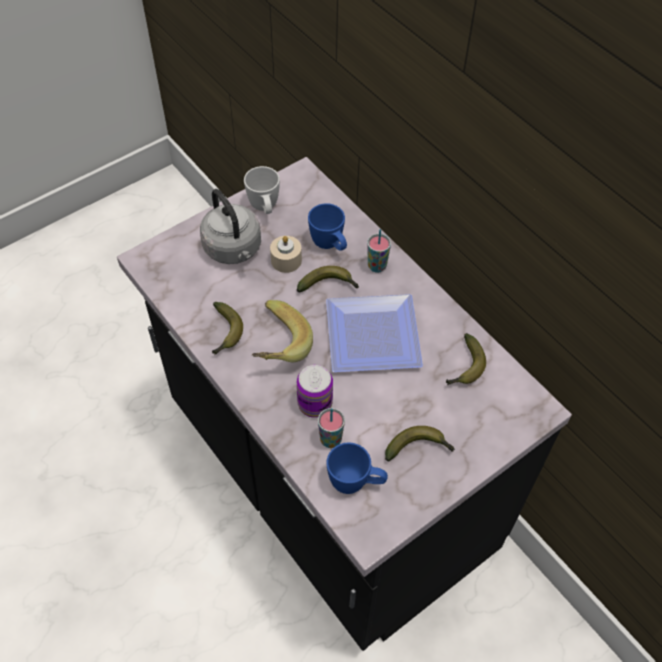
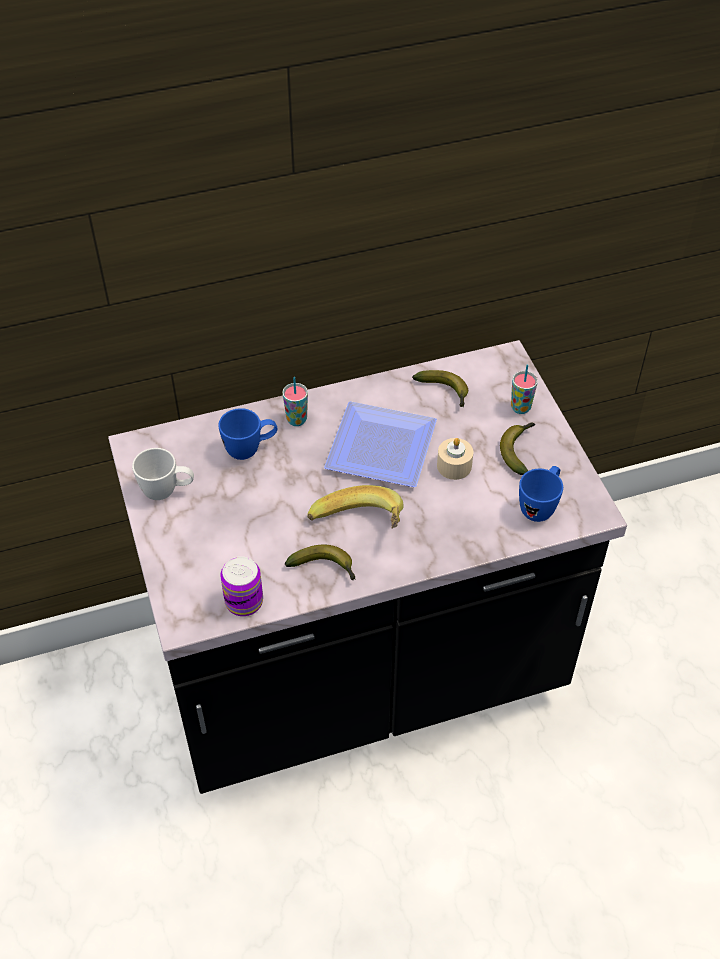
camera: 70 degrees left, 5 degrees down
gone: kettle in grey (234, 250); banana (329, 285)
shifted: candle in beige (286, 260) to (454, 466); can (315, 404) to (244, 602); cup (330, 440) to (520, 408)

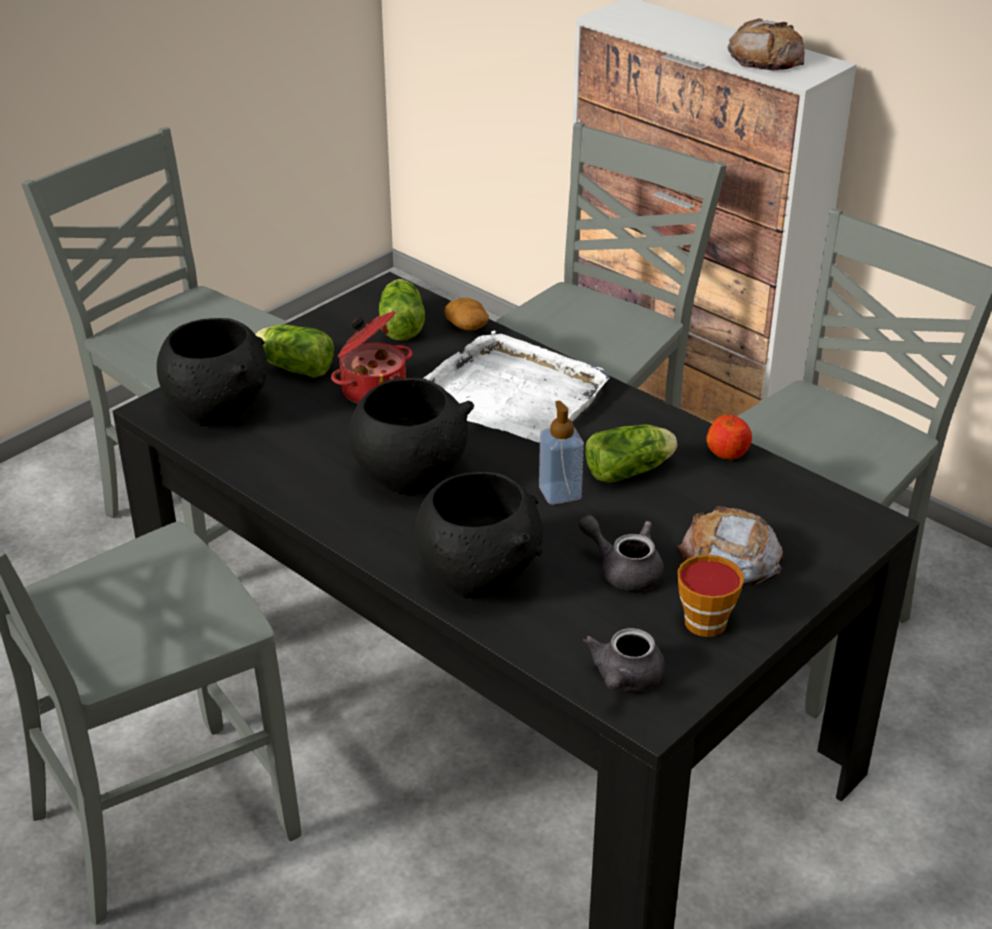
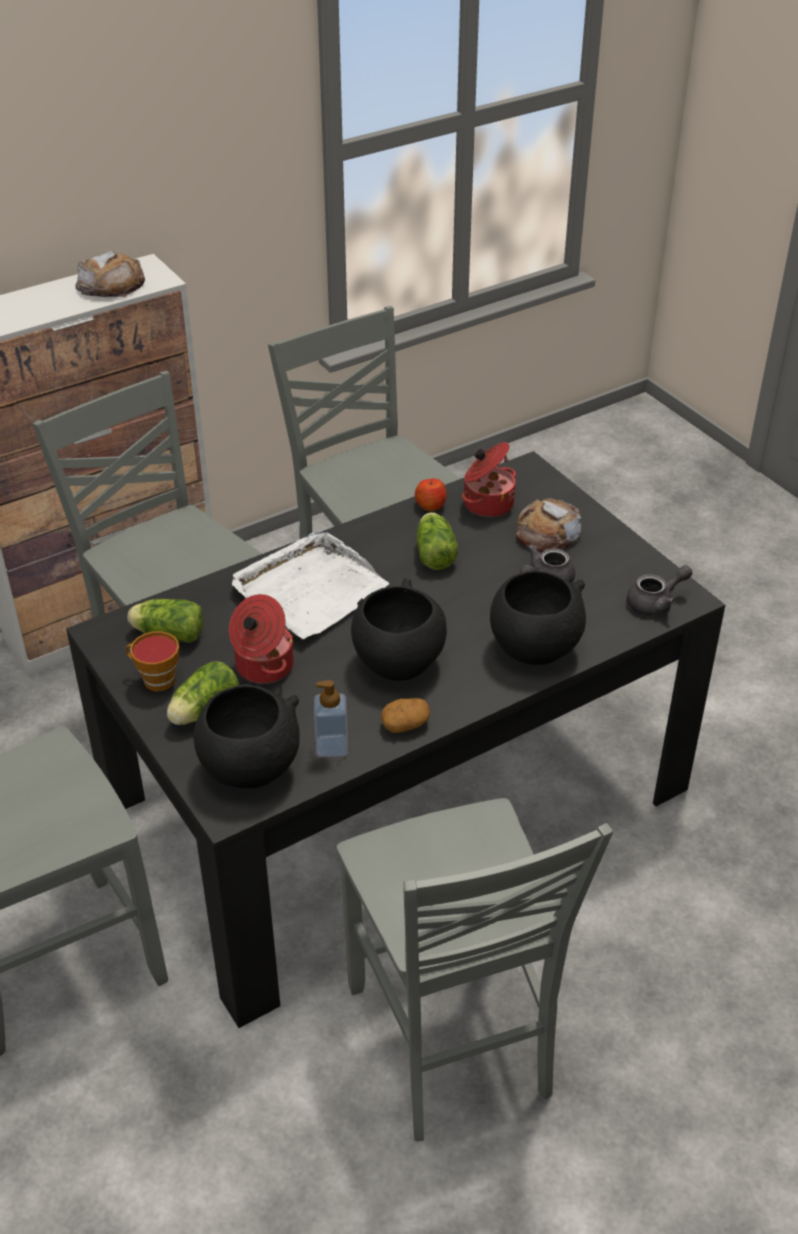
camera: 75 degrees left, 5 degrees up
new: cooking pot (487, 503)
shifted: potato (467, 326) to (405, 724); soap dispenser (560, 493) to (332, 746); cup (704, 618) to (155, 680)
rotated: teapot in grey (625, 679) = (656, 603) 60 degrees counterclockwise

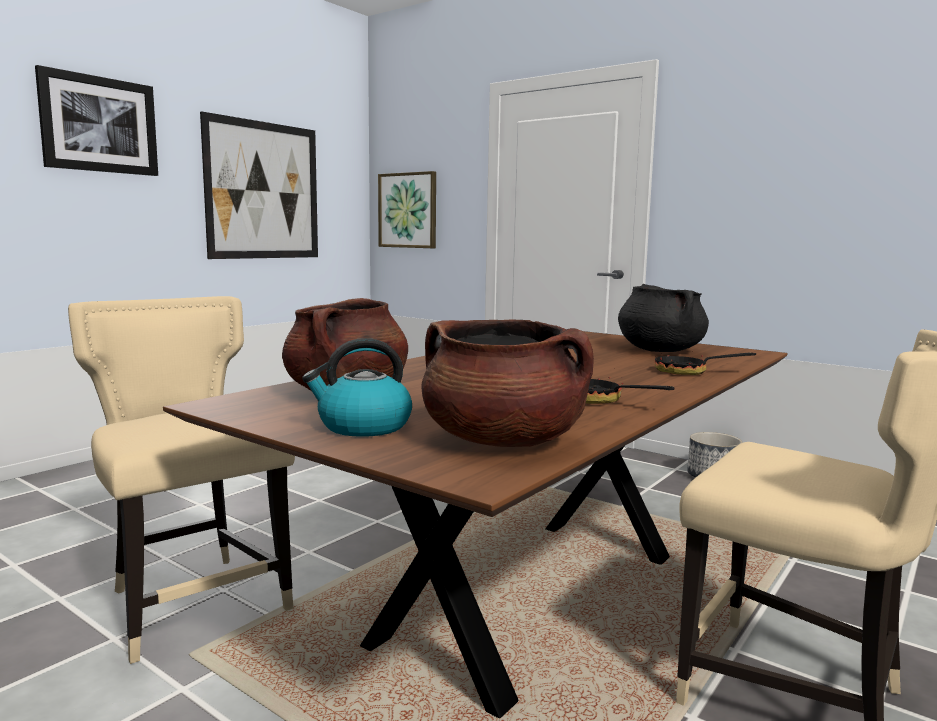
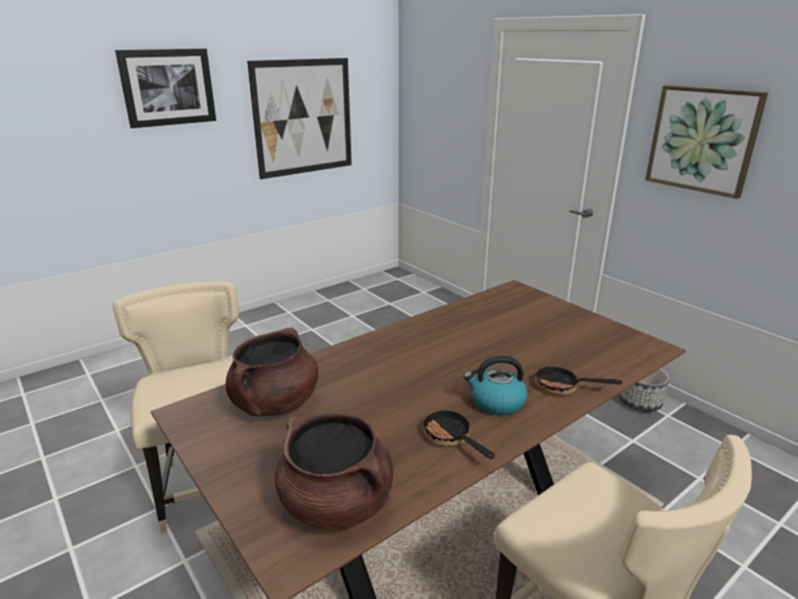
camera: 15 degrees right, 15 degrees up
gone: cooking pot in black (659, 351)
shifted: kettle (363, 426) to (496, 402); picture (408, 210) to (702, 140)

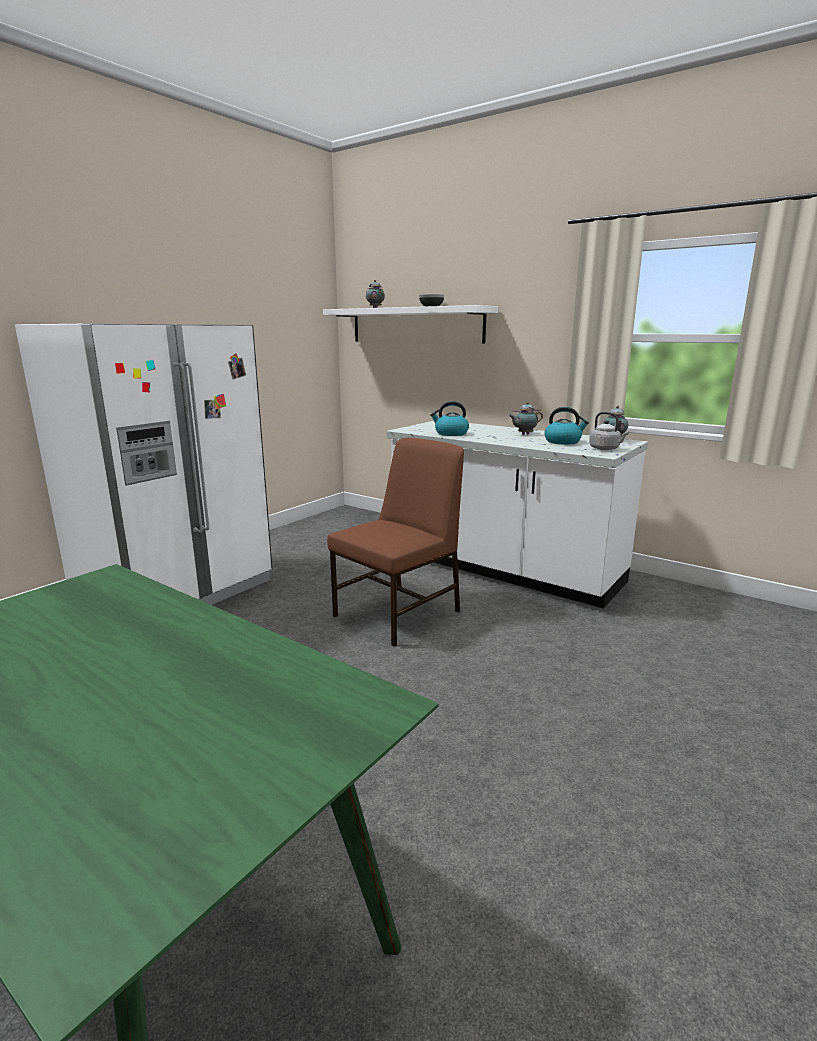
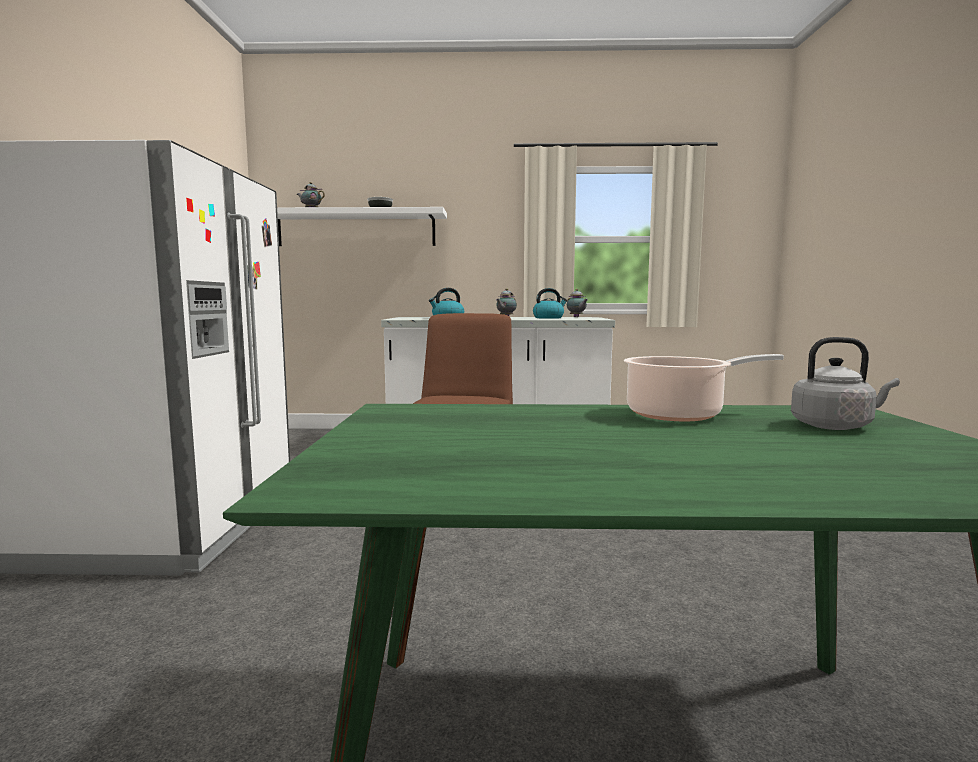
camera: 35 degrees left, 10 degrees down
new: cooking pot (680, 414)
shifted: kettle in grey (605, 449) to (835, 426)

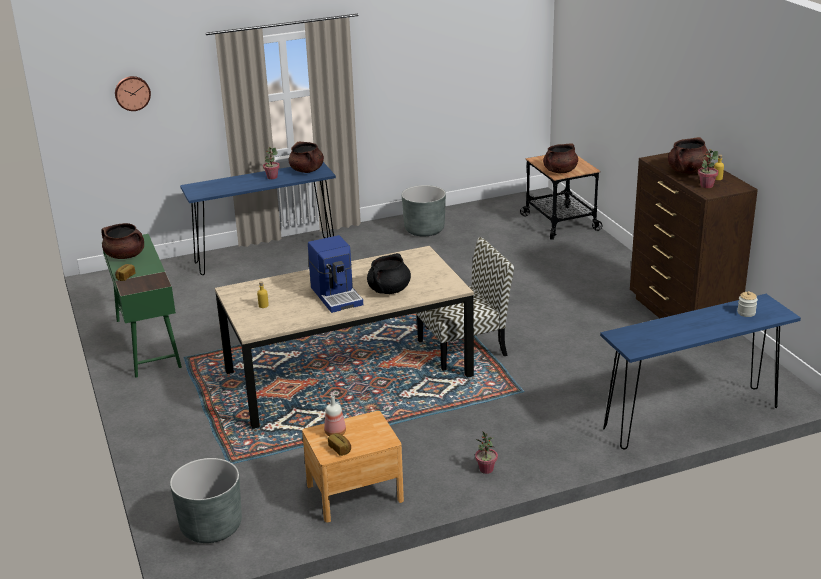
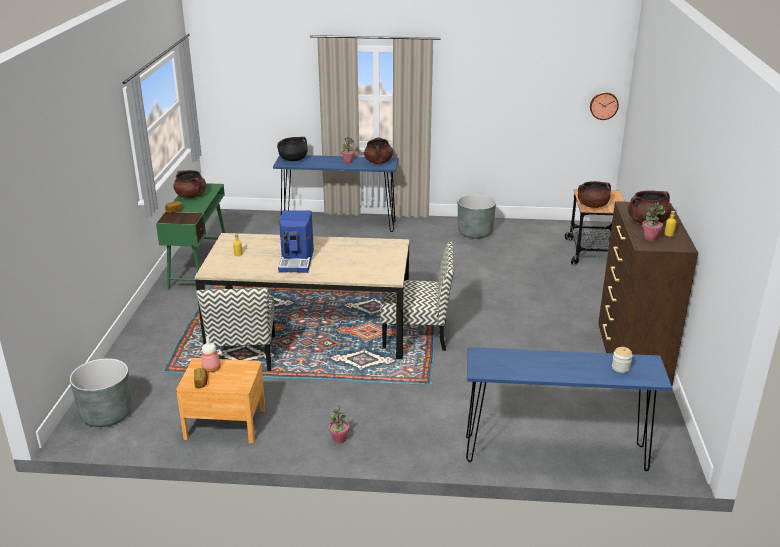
camera: 25 degrees right, 0 degrees up
new: chair (244, 355)
shifted: wall clock (132, 93) to (603, 105); cooking pot in black (389, 290) to (293, 159)

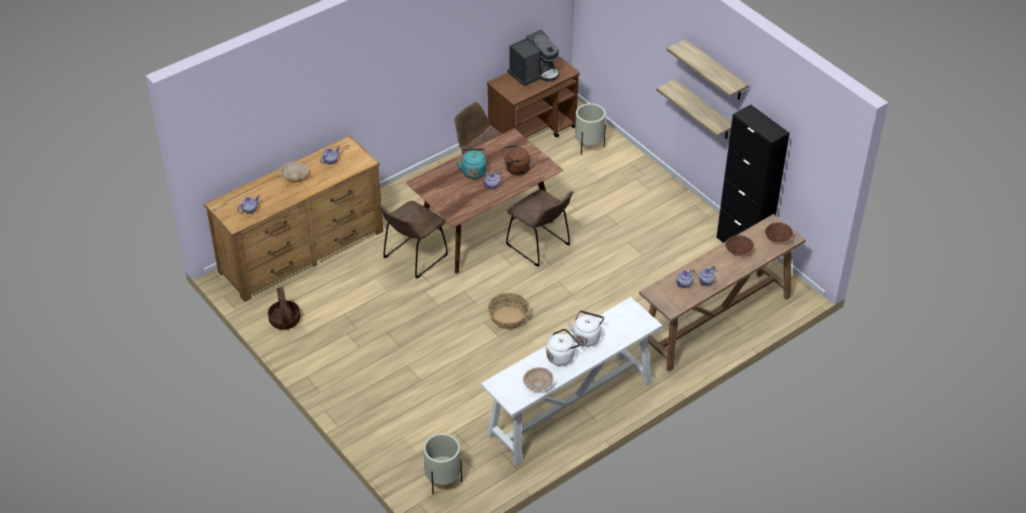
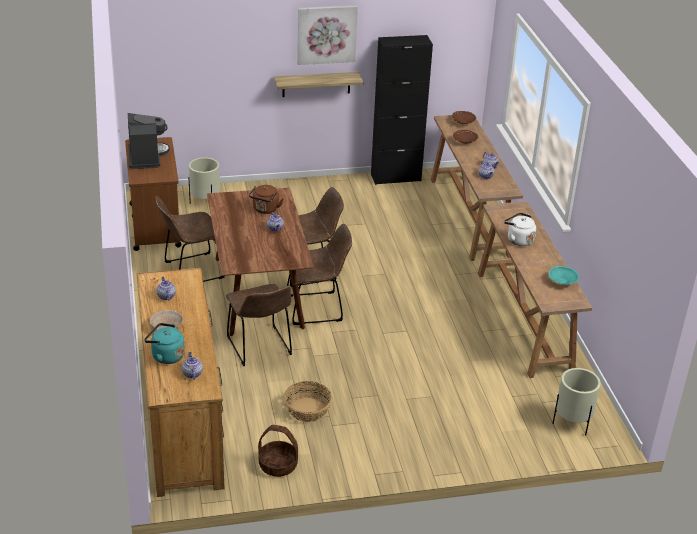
camera: 65 degrees left, 10 degrees down
gone: kettle in white (561, 356)
new: chair in brown (317, 308)
shifted: kettle in turquoise (473, 171) to (166, 356); basket (508, 318) to (307, 410)
swapped: shelf (715, 71) to picture (326, 34)
repainted: console table in white (569, 409) to console table in brown (524, 321); bowl in beige (537, 384) to bowl in turquoise (562, 282)

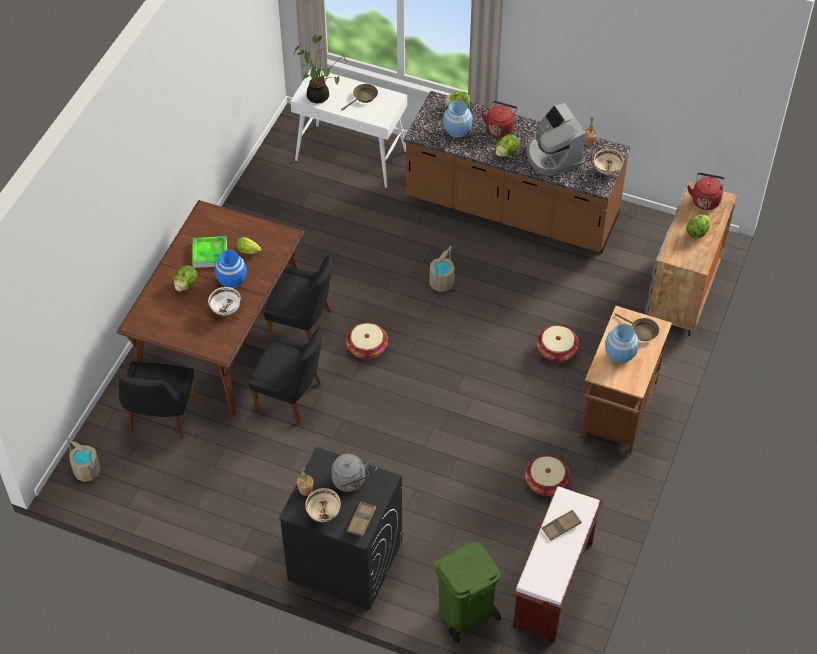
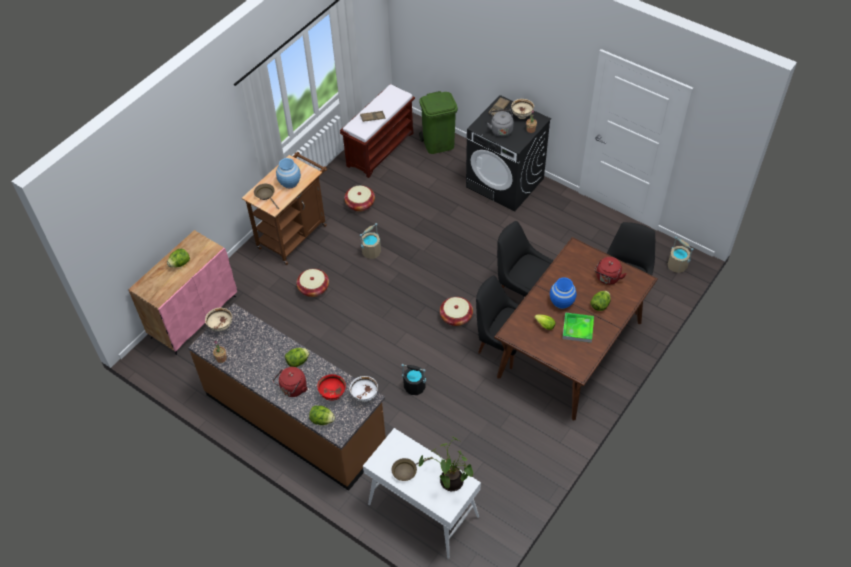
camera: 165 degrees left, 0 degrees up
gone: coffee machine (552, 156)
new: bucket in black (414, 386)
shifted: bowl in white (226, 310) to (364, 395); bucket in beige (441, 283) to (371, 251); kettle in red (705, 200) to (607, 278)
swapped: vase in blue (457, 131) to bowl in red (333, 394)
repainted: cabinet in grey (683, 291) to cabinet in pink (194, 316)

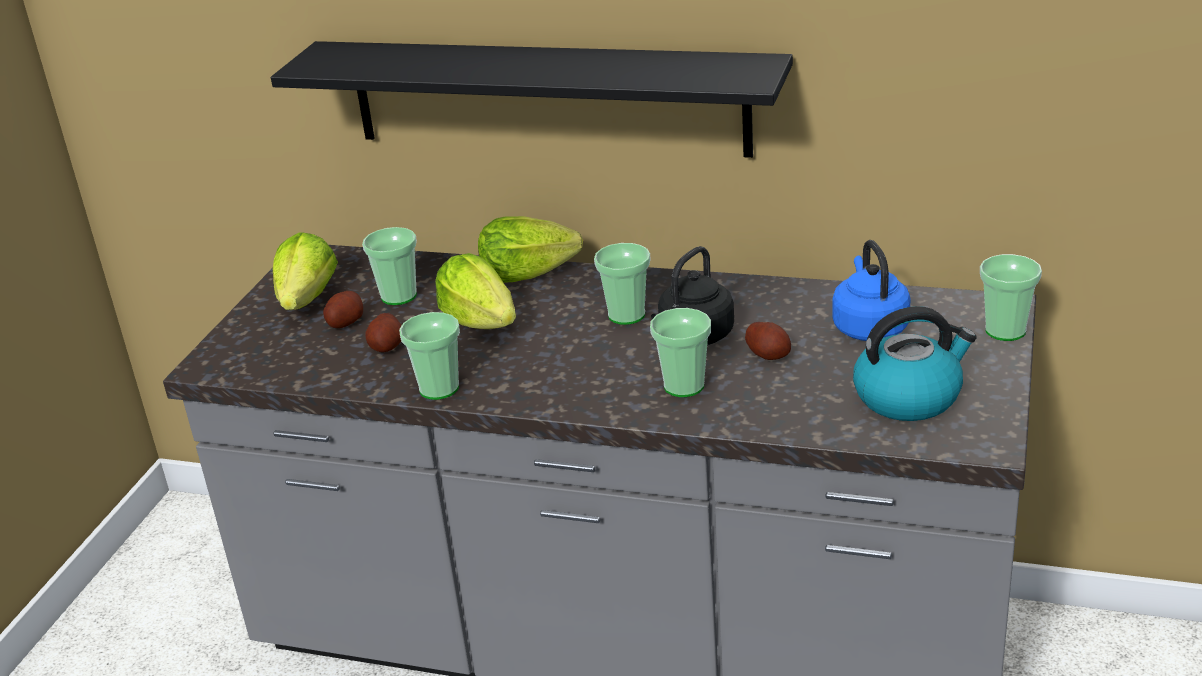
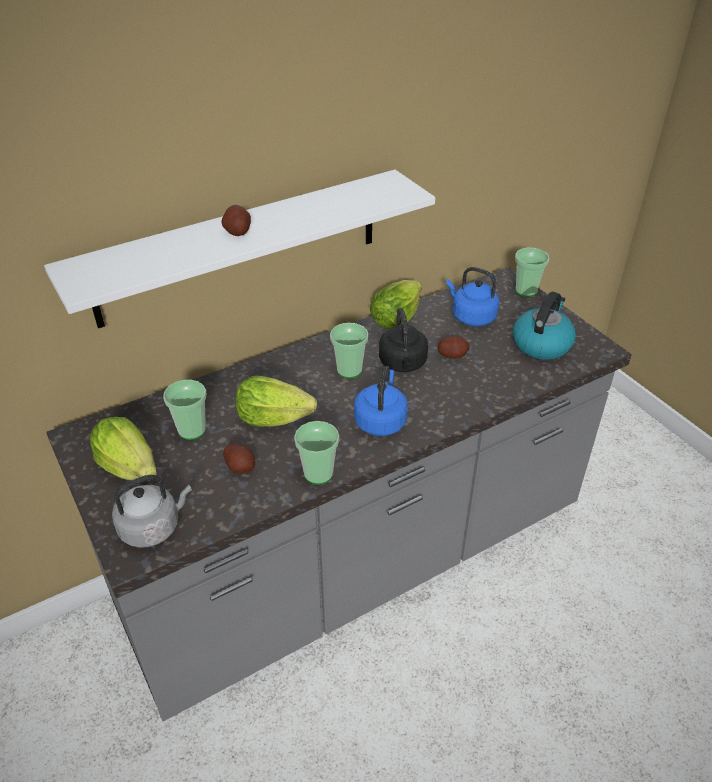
camera: 50 degrees left, 10 degrees up
gone: cup (684, 386)
new: kettle in grey (153, 527); kettle in blue (381, 420)
shifted: potato (345, 322) to (237, 231); lettuce (526, 274) to (395, 319)
repainted: shelf in black (547, 97) to shelf in white (240, 247)

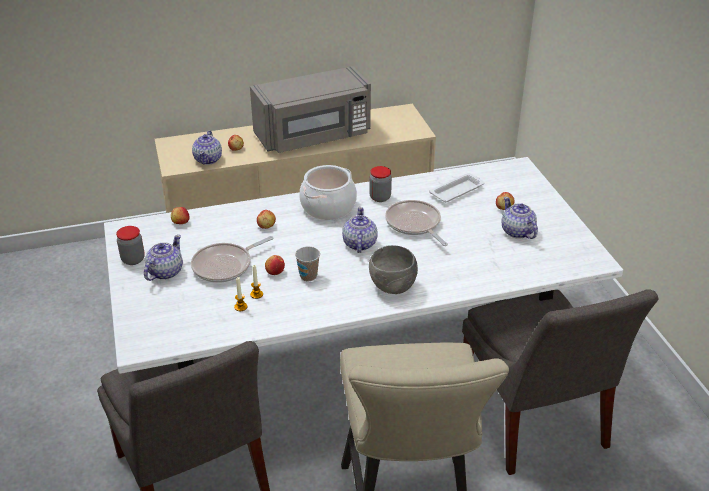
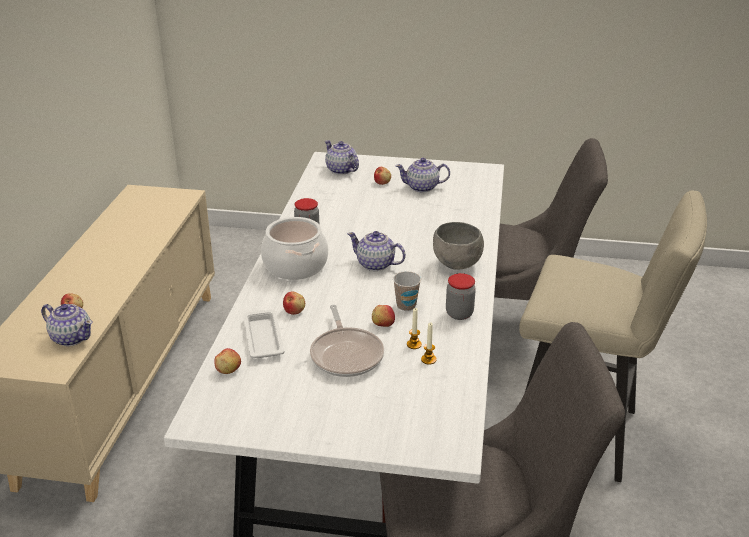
camera: 65 degrees left, 5 degrees down
gone: microwave in grey (314, 136); frying pan (414, 224)
shifted: jar (133, 259) to (459, 314); teapot (165, 272) to (341, 170); tray in white (457, 191) to (263, 337)

